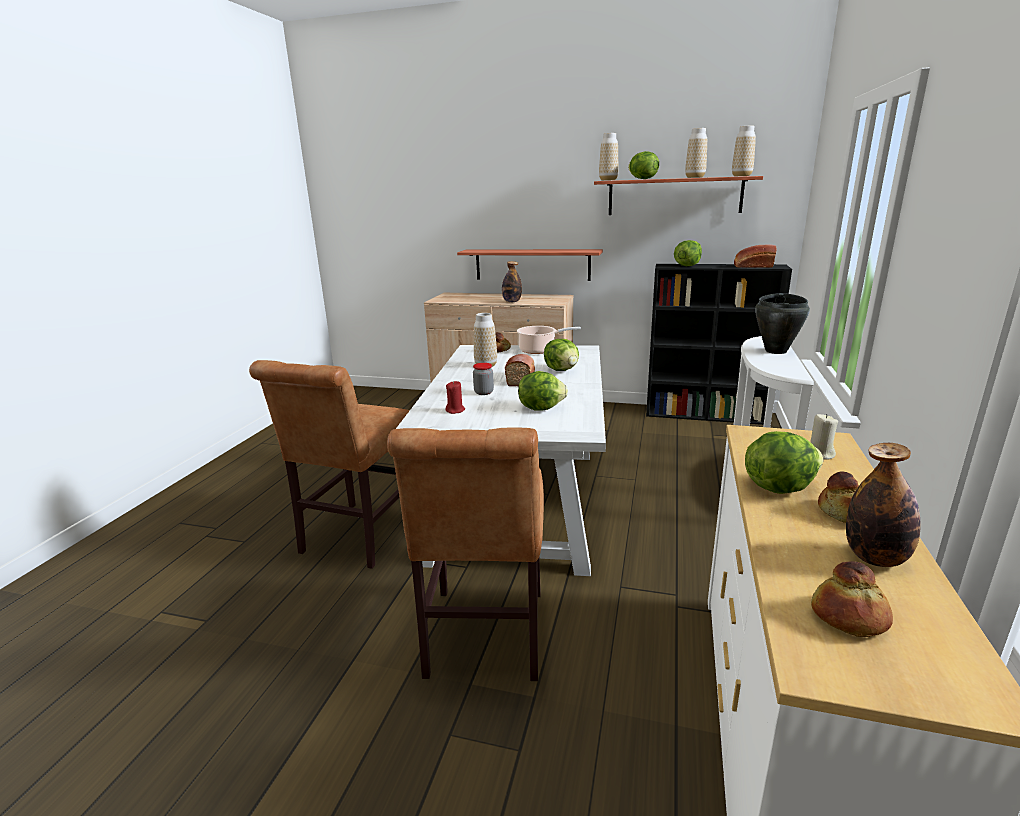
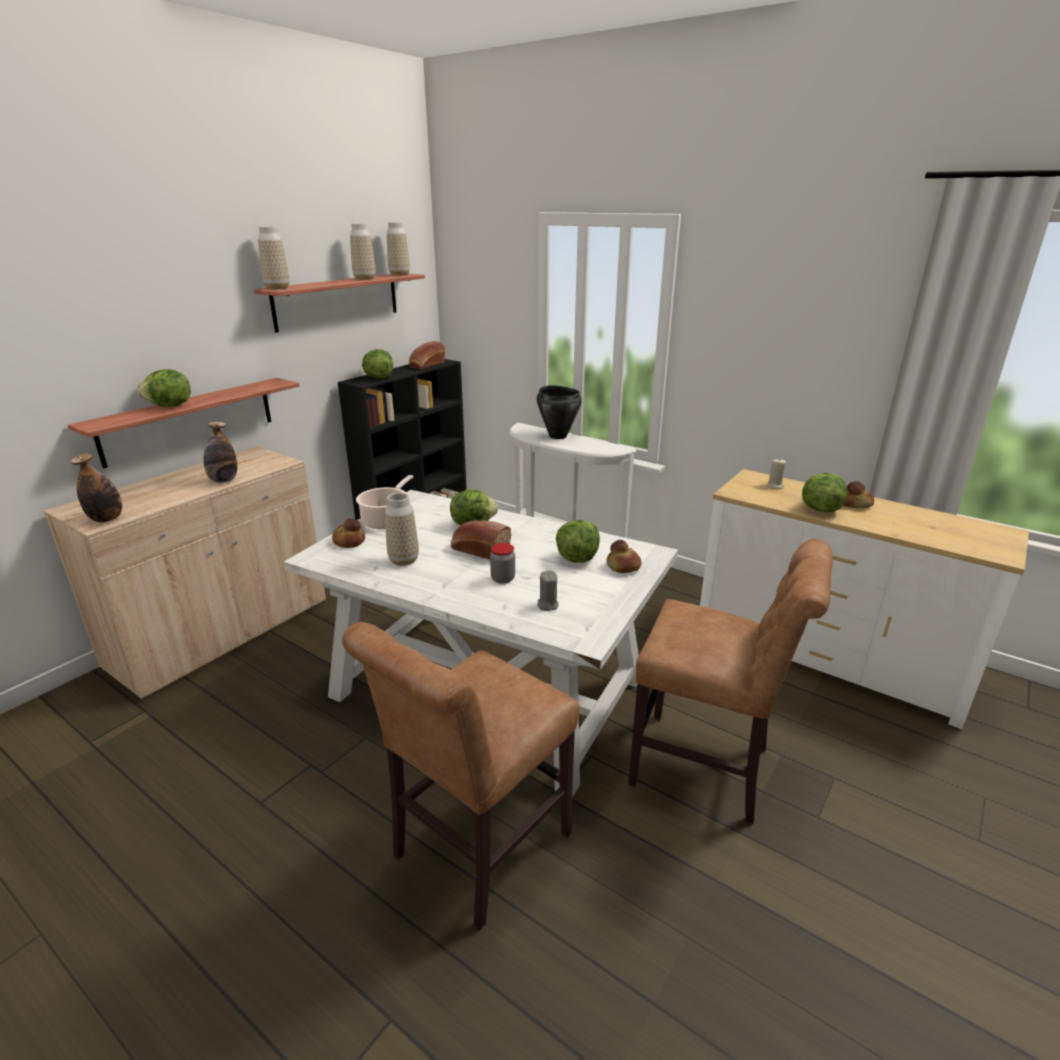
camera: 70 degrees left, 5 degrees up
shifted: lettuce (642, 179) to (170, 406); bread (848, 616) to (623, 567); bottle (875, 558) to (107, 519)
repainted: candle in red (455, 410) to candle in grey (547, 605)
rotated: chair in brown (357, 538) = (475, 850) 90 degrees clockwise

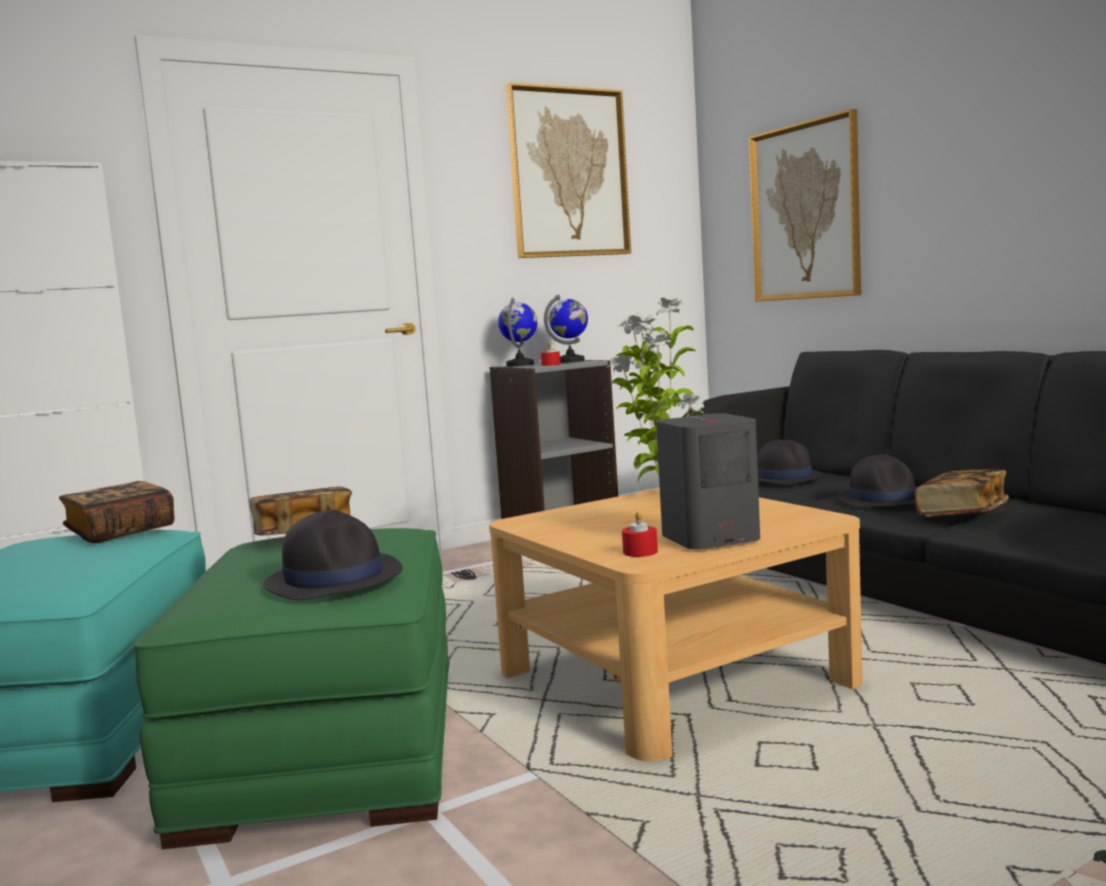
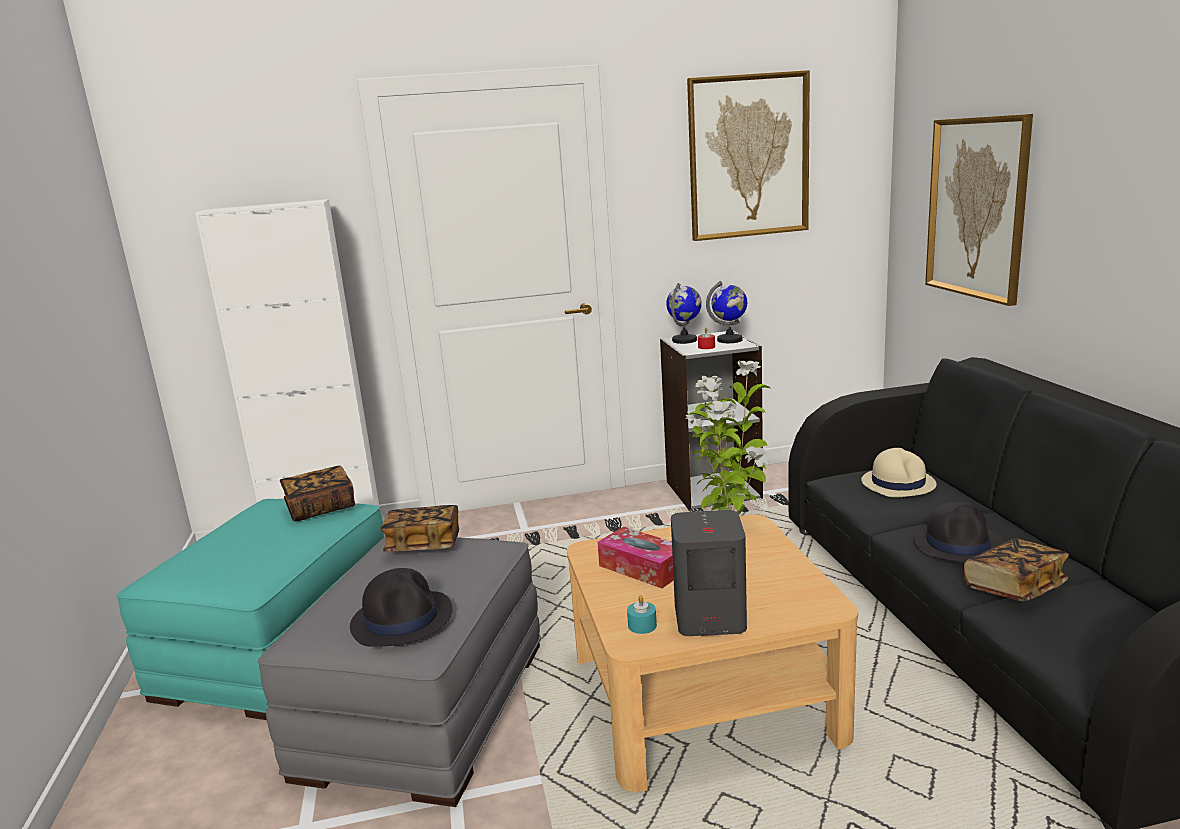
camera: 20 degrees right, 10 degrees up
new: tissue box (642, 568)
repainted: ottoman in green (328, 746) to ottoman in grey (425, 708); candle in red (640, 552) to candle in turquoise (642, 625); hat in black (783, 477) to hat in beige (898, 483)

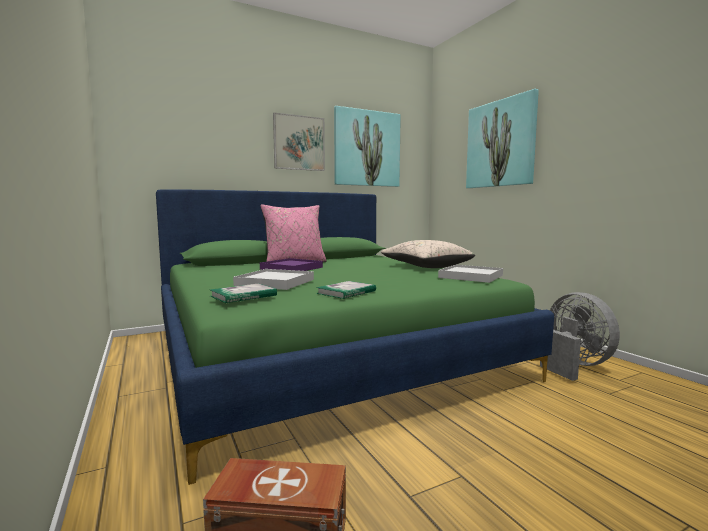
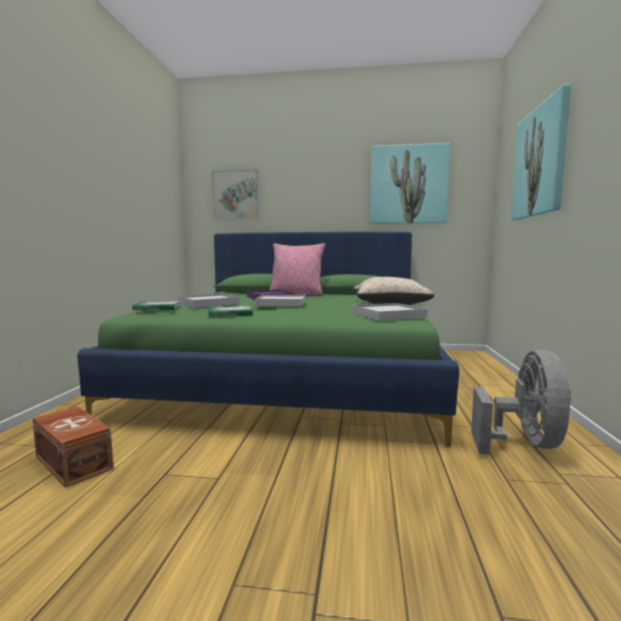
camera: 35 degrees right, 0 degrees up
new: tray in white (281, 303)
shifted: picture (299, 143) to (235, 195)

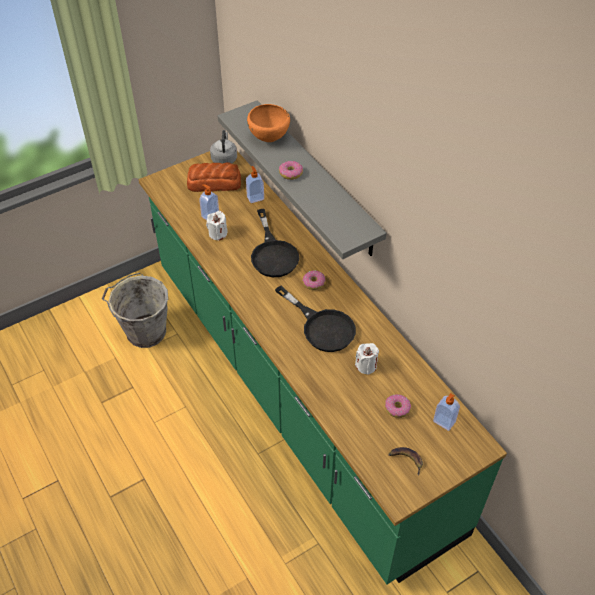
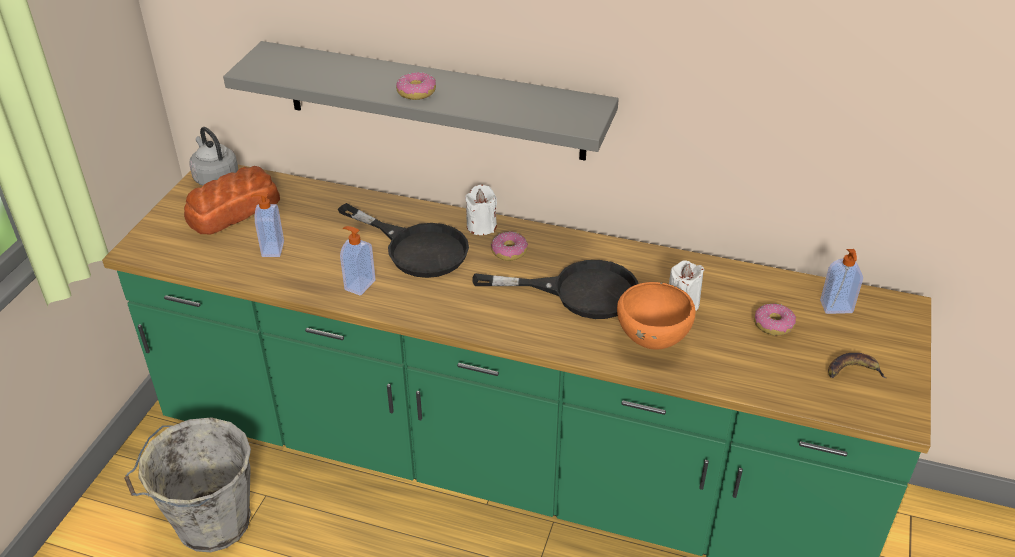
camera: 40 degrees left, 10 degrees down
shifted: candle in white (218, 234) to (481, 226); soap dispenser (255, 198) to (359, 285); bowl in orange (269, 139) to (652, 341)

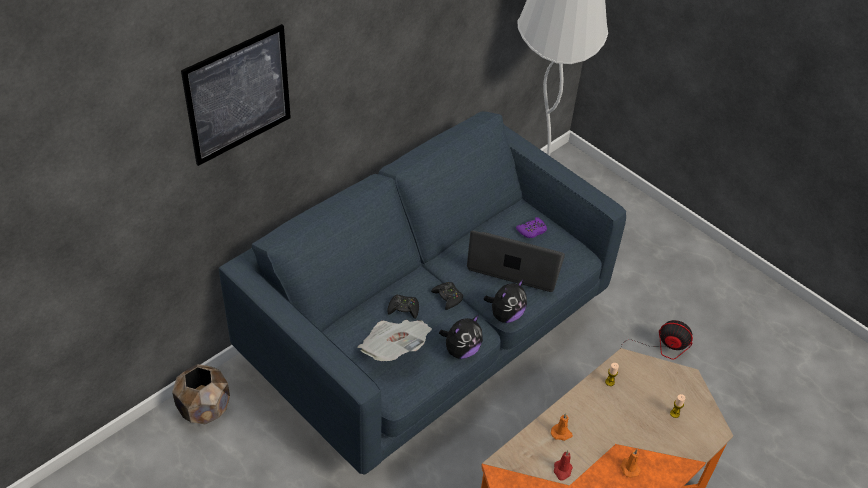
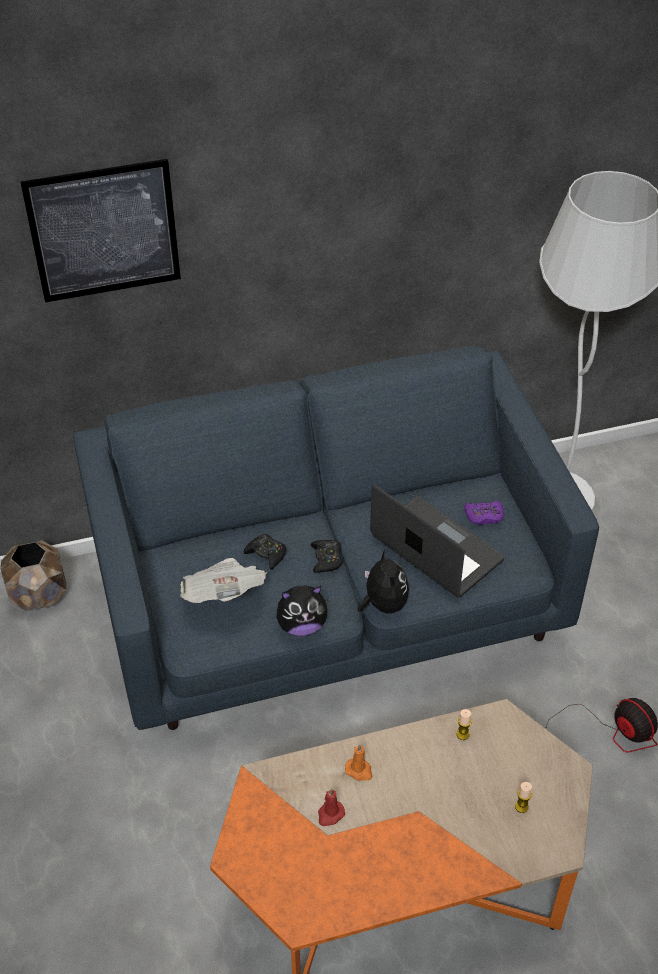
camera: 30 degrees right, 0 degrees up
gone: candle in orange (629, 468)
rotated: plush toy (505, 315) = (383, 604) 90 degrees counterclockwise

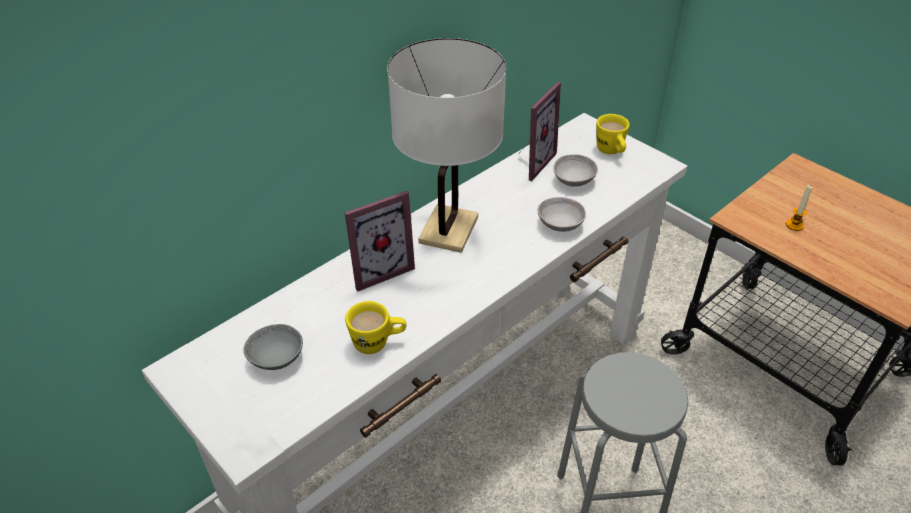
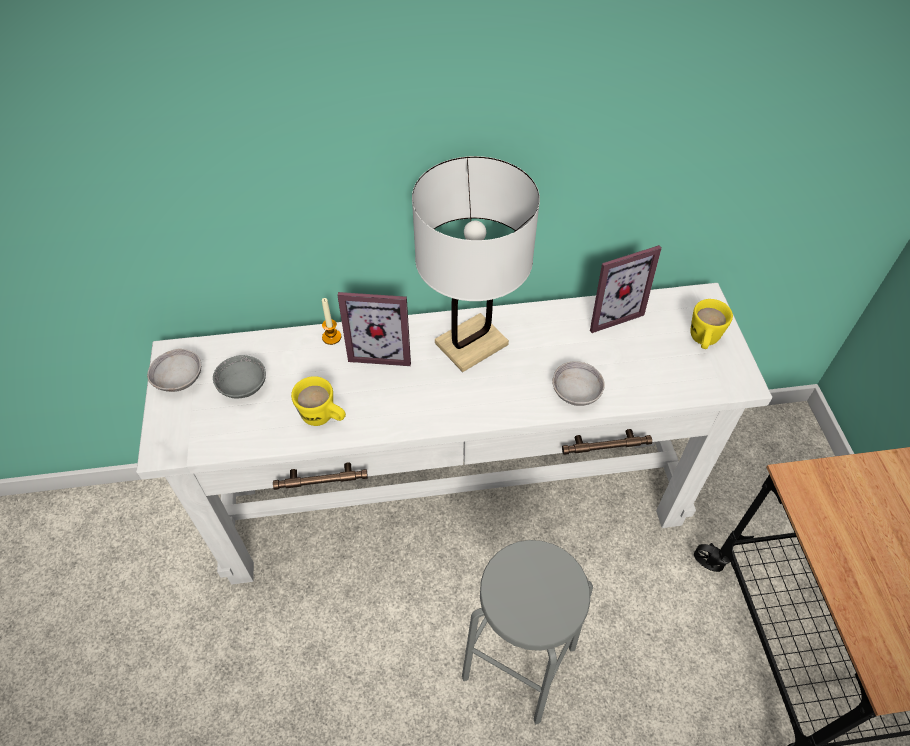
camera: 35 degrees right, 10 degrees up
shifted: bowl in grey (573, 180) to (179, 380); candle (794, 225) to (331, 337)

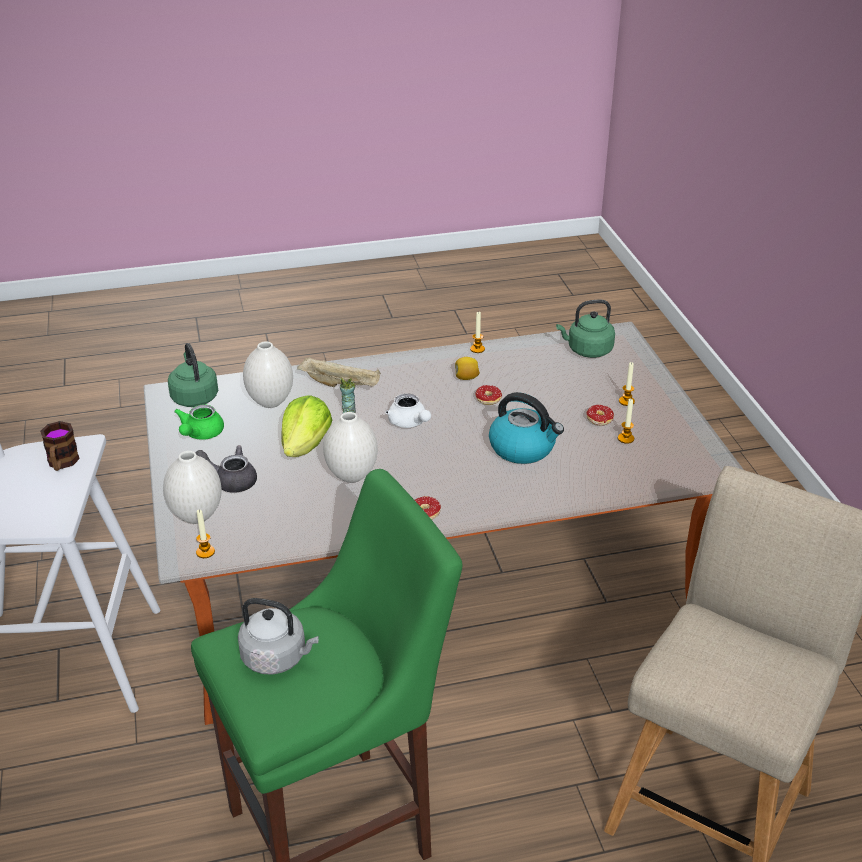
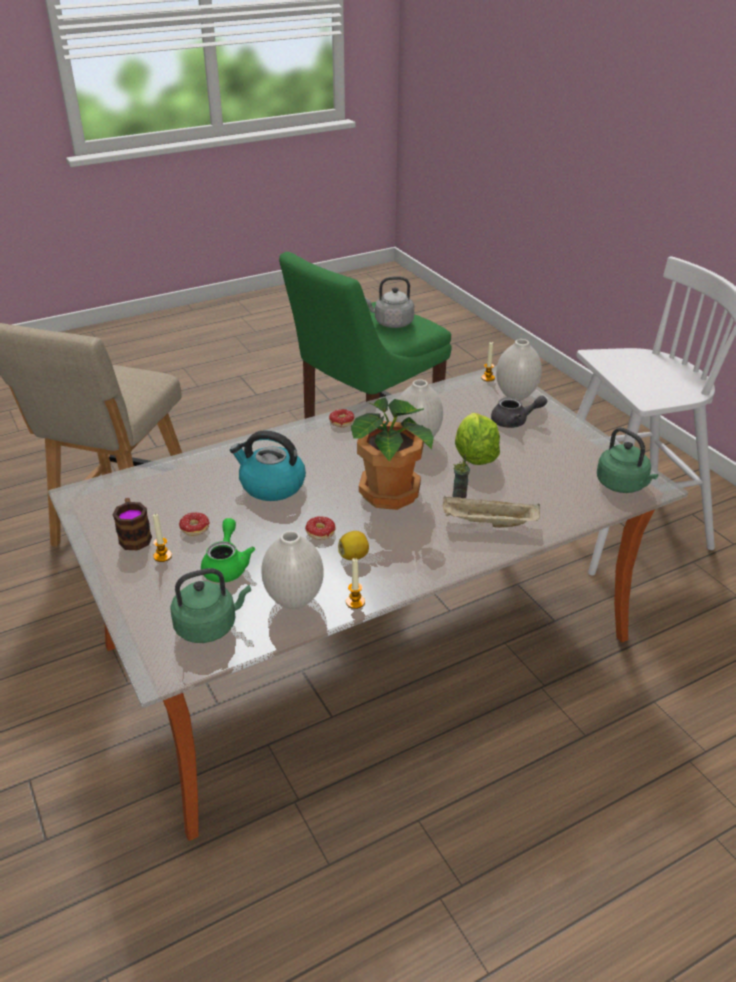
camera: 165 degrees right, 0 degrees up
gone: candle (625, 438)
shifted: mug (62, 463) to (134, 536); teapot in green (200, 434) to (227, 565); vase in white (270, 402) to (295, 600)
swapped: teapot in white (409, 423) to potted plant (392, 493)

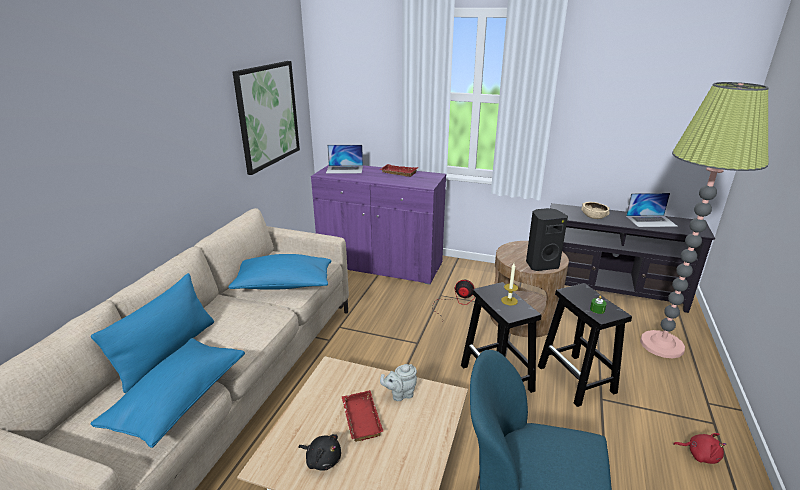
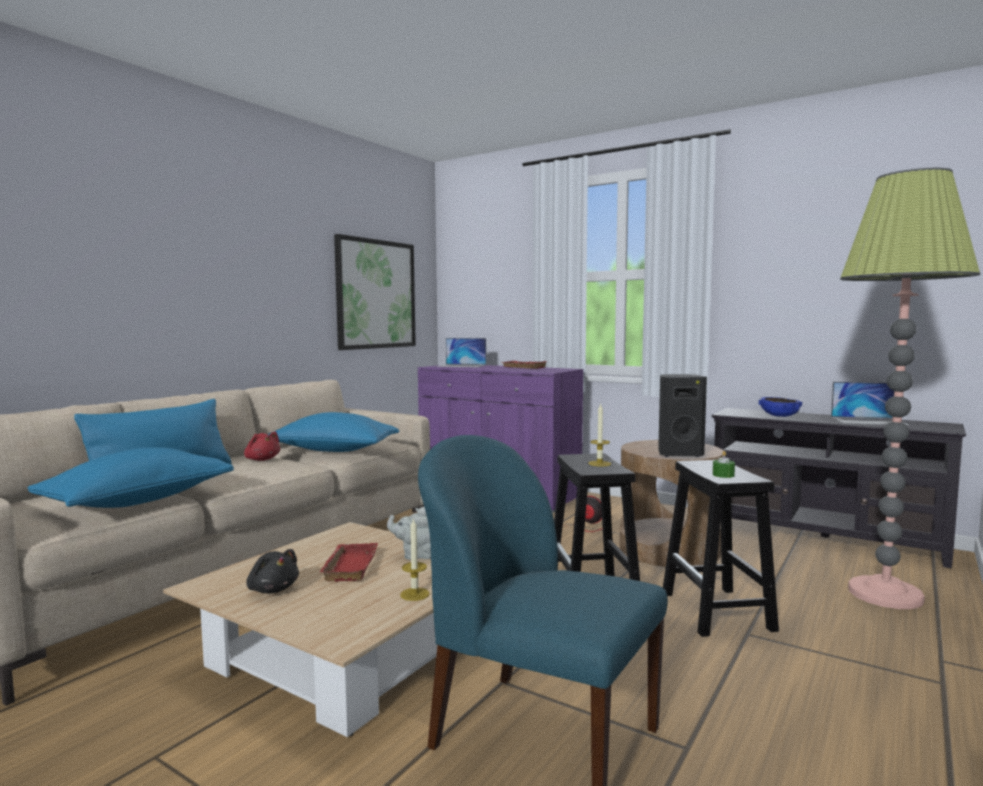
camera: 15 degrees right, 20 degrees down
new: candle (414, 594)
shifted: plush toy in red (700, 455) to (262, 460)
repainted: bowl in beige (593, 217) to bowl in blue (779, 416)

